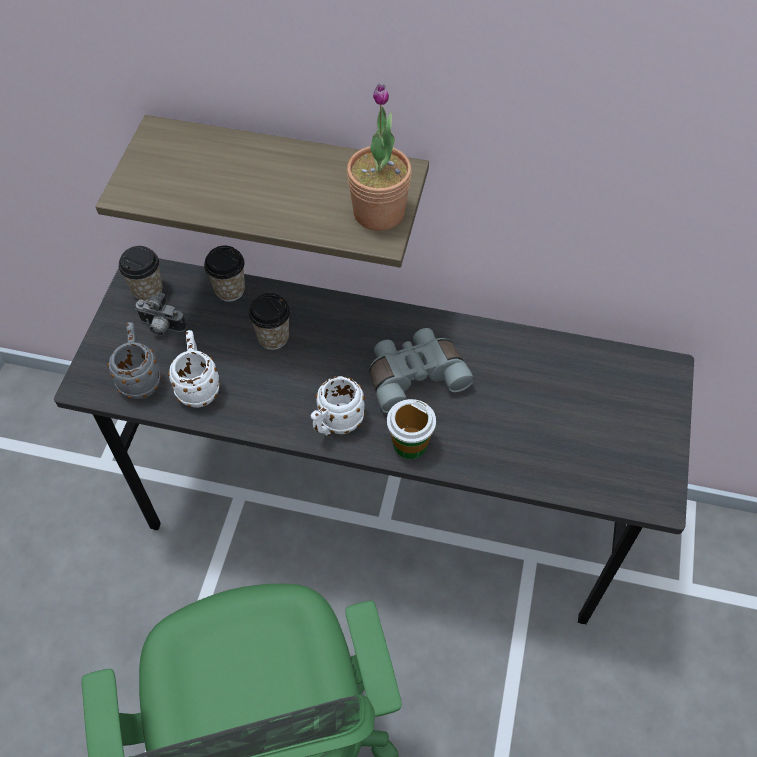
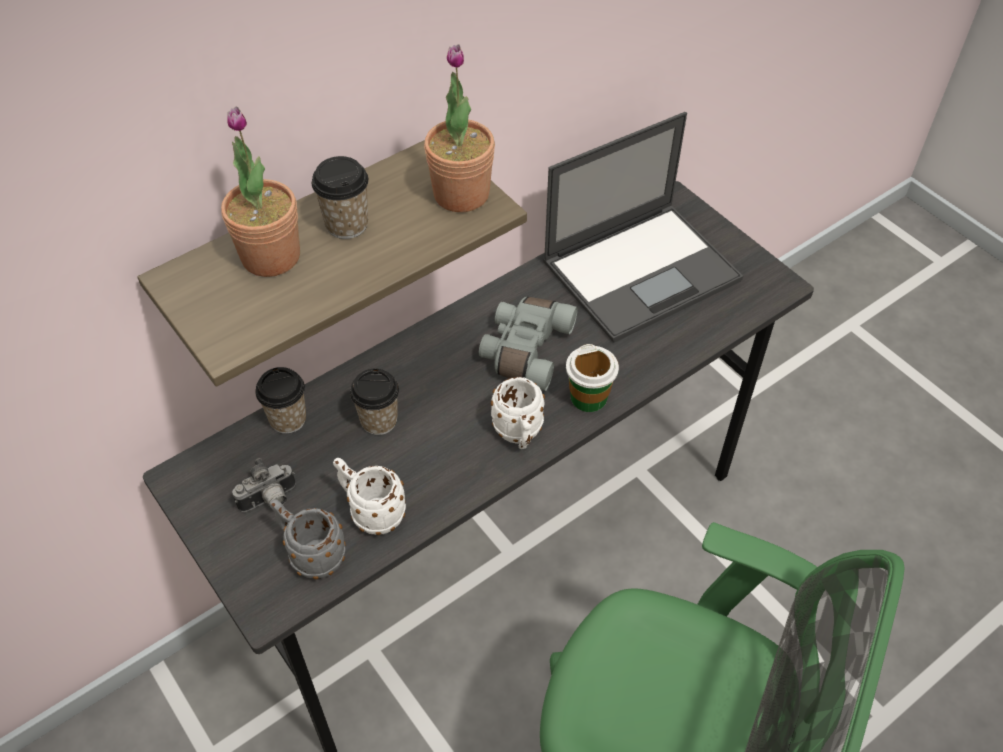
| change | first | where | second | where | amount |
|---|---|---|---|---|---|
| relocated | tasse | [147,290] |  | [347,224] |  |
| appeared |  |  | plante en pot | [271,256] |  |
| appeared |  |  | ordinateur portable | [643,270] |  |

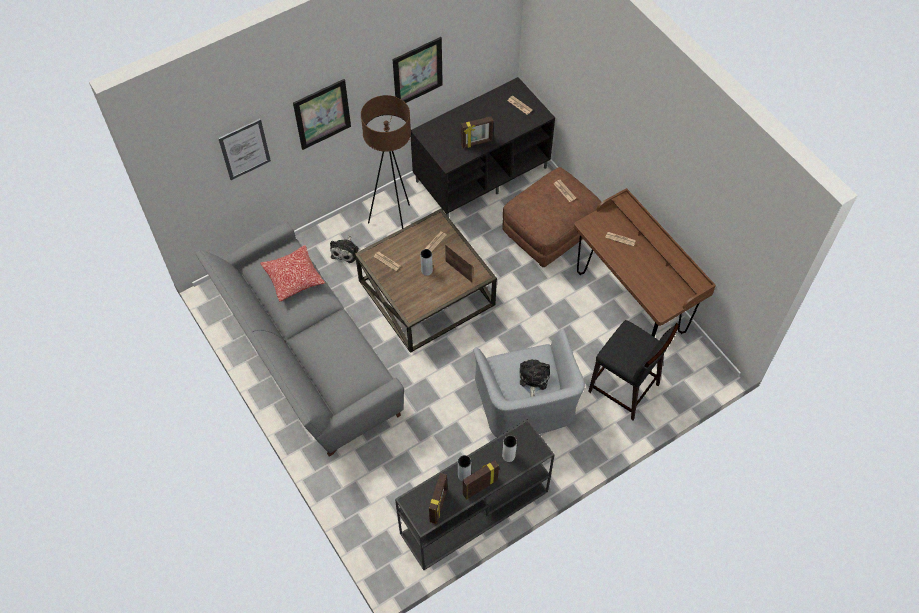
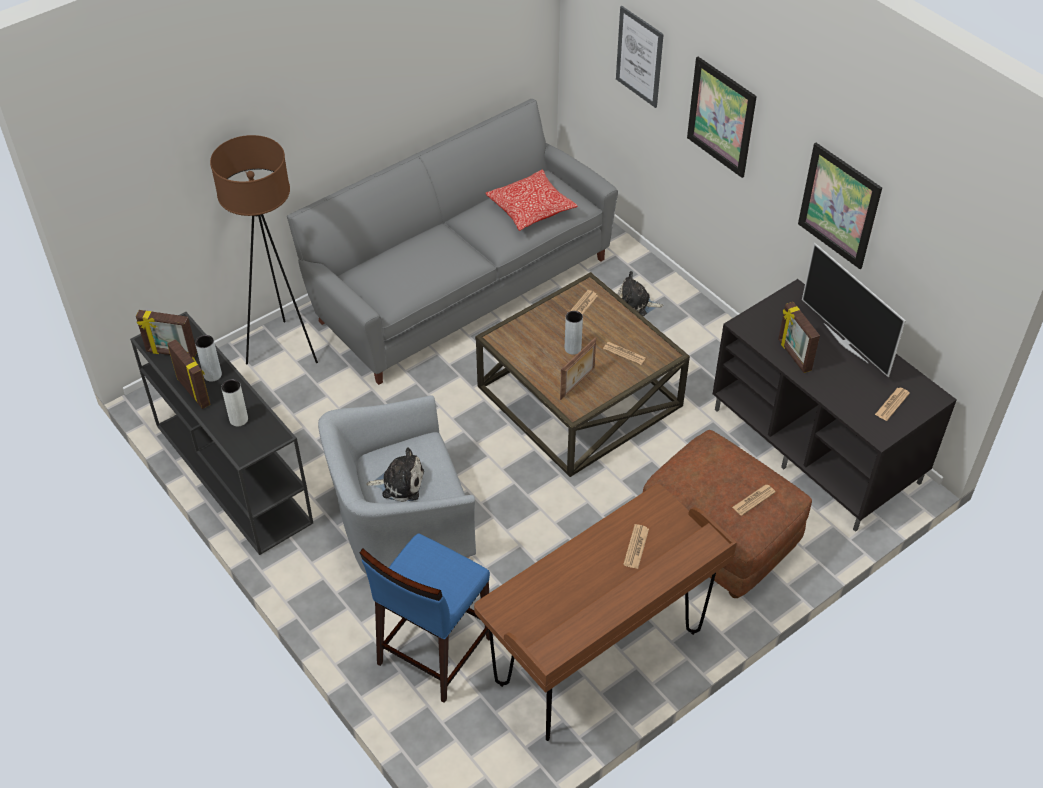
| change | first | where | second | where | amount |
|---|---|---|---|---|---|
| relocated | lampadaire (marron) | [394,223] |  | [283,349] |  |
| colour | tabouret (noir) | [624,389] | tabouret (bleu) | [433,651] |  |
| appeared |  |  | téléviseur | [846,342] |  |

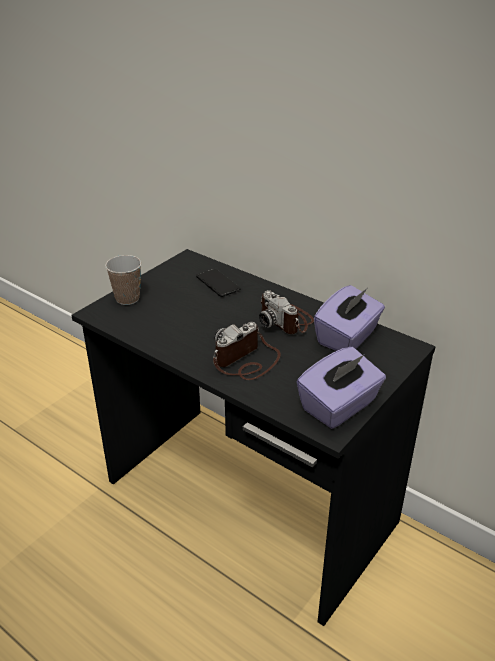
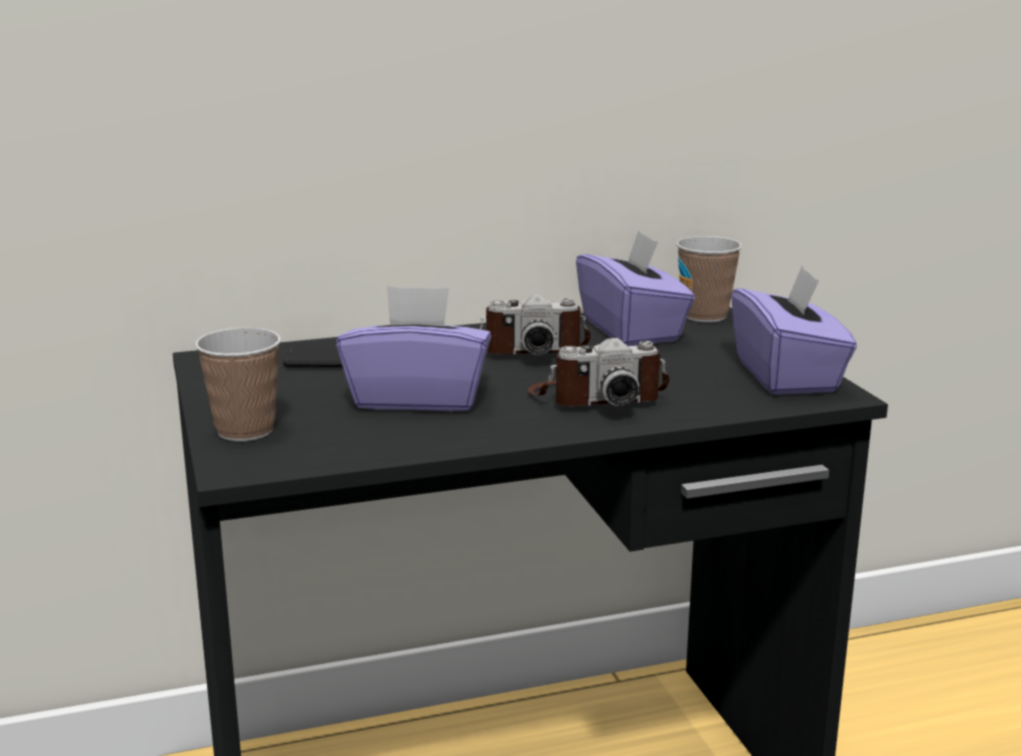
| change | first | where | second | where | amount |
|---|---|---|---|---|---|
| spun | appareil photo | [246,361] |  | [598,397] | 90 degrees counterclockwise |
| appeared |  |  | boîte à mouchoirs (violet) | [418,398] |  |
| appeared |  |  | tasse | [705,316] |  |

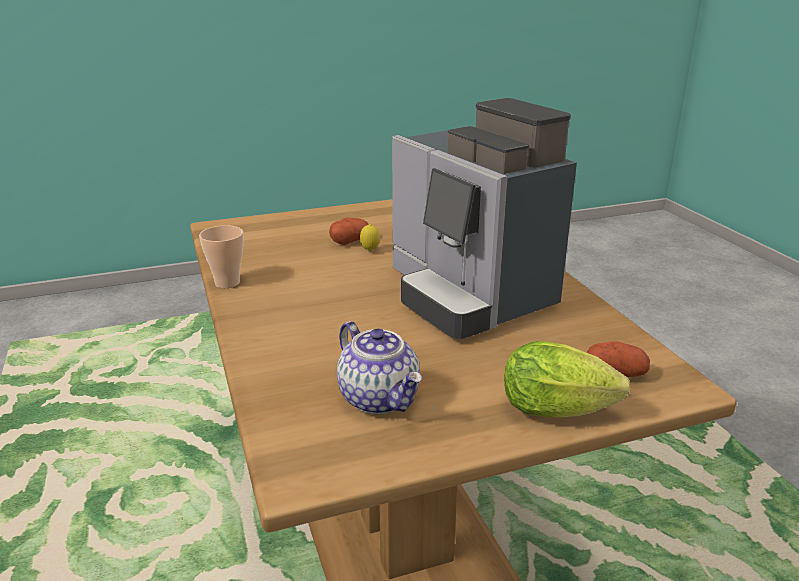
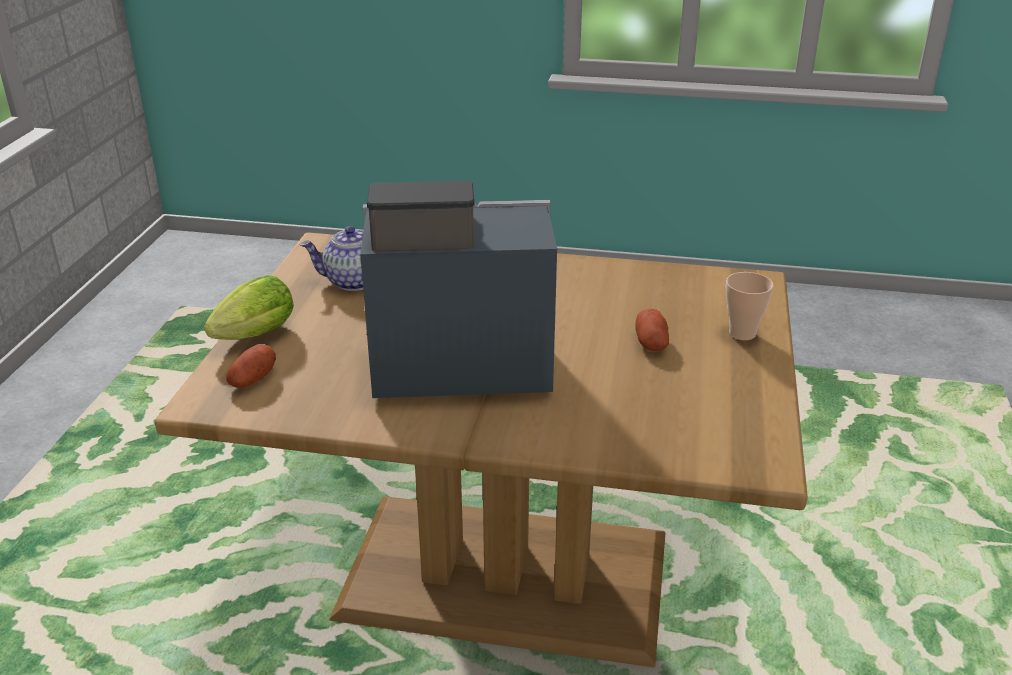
| change | first | where | second | where | amount |
|---|---|---|---|---|---|
| relocated | tasse | [227,283] |  | [742,333] |  |
| missing | citron | [370,251] |  |  |  |

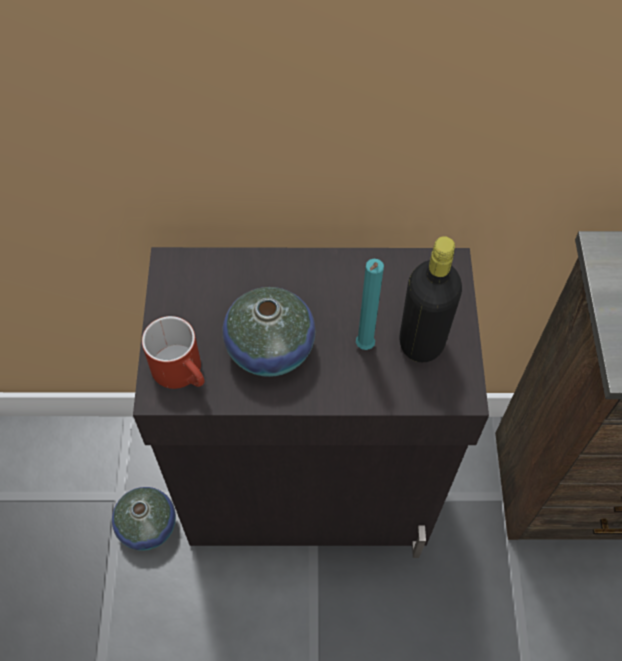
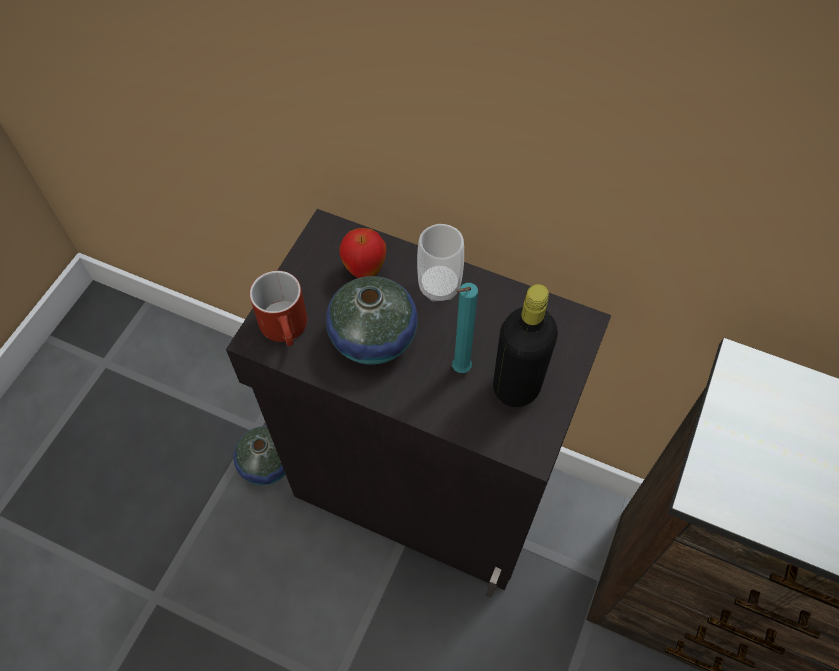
| change | first | where | second | where | amount |
|---|---|---|---|---|---|
| appeared |  |  | pomme | [364,270] |  |
| appeared |  |  | tasse | [439,286] |  |

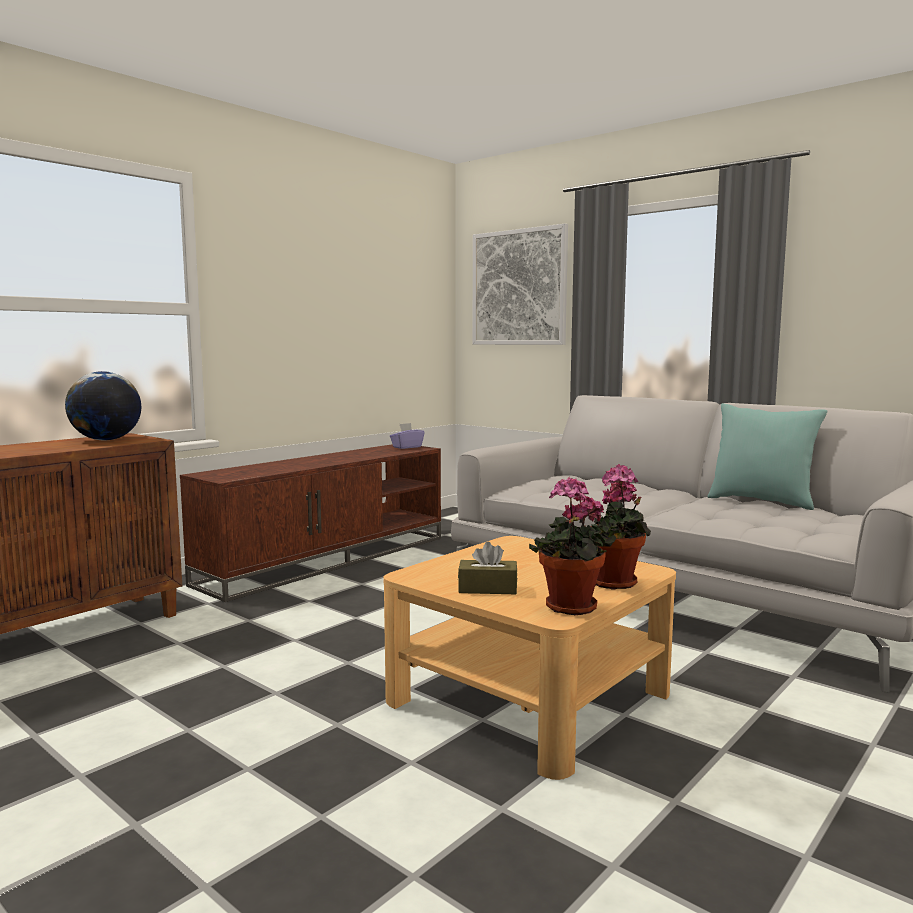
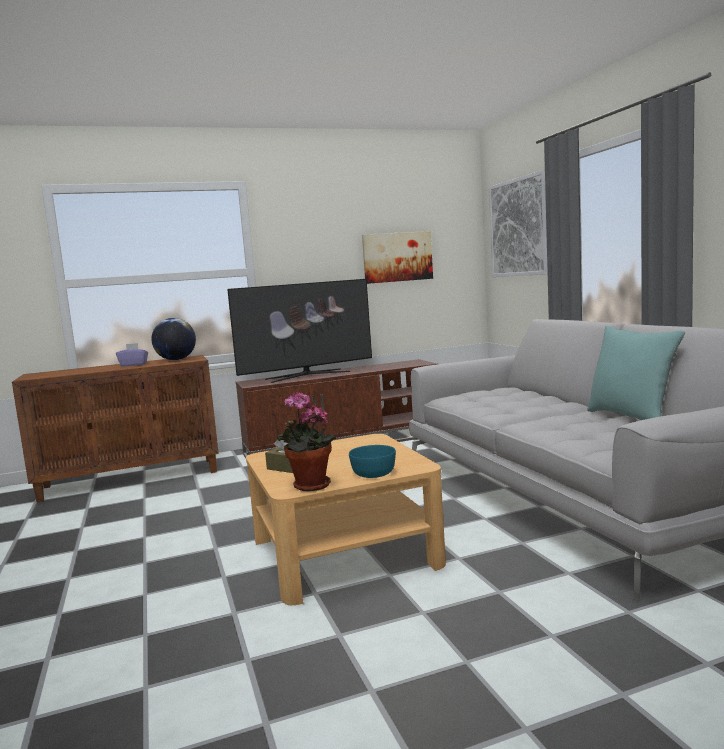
| change | first | where | second | where | amount |
|---|---|---|---|---|---|
| relocated | boîte à mouchoirs (violet) | [407,447] |  | [134,365] |  |
| exchanged | plante en pot | [615,584] | bol (turquoise) | [373,474] |  |
| appeared |  |  | téléviseur | [307,375] |  |
| appeared |  |  | tableau | [397,257] |  |

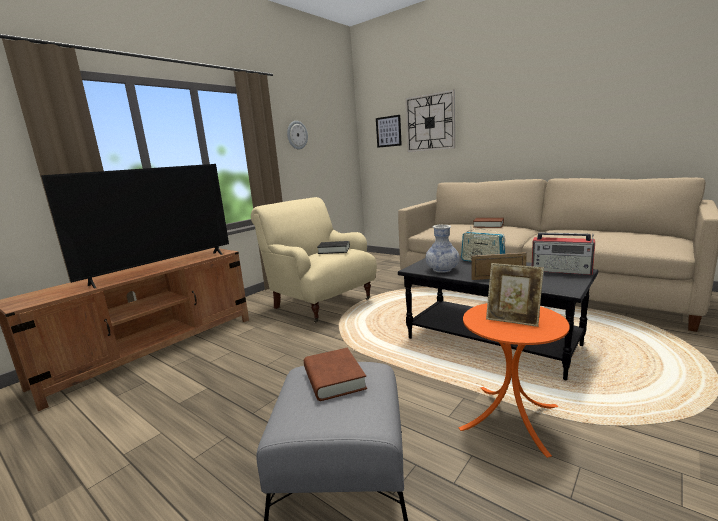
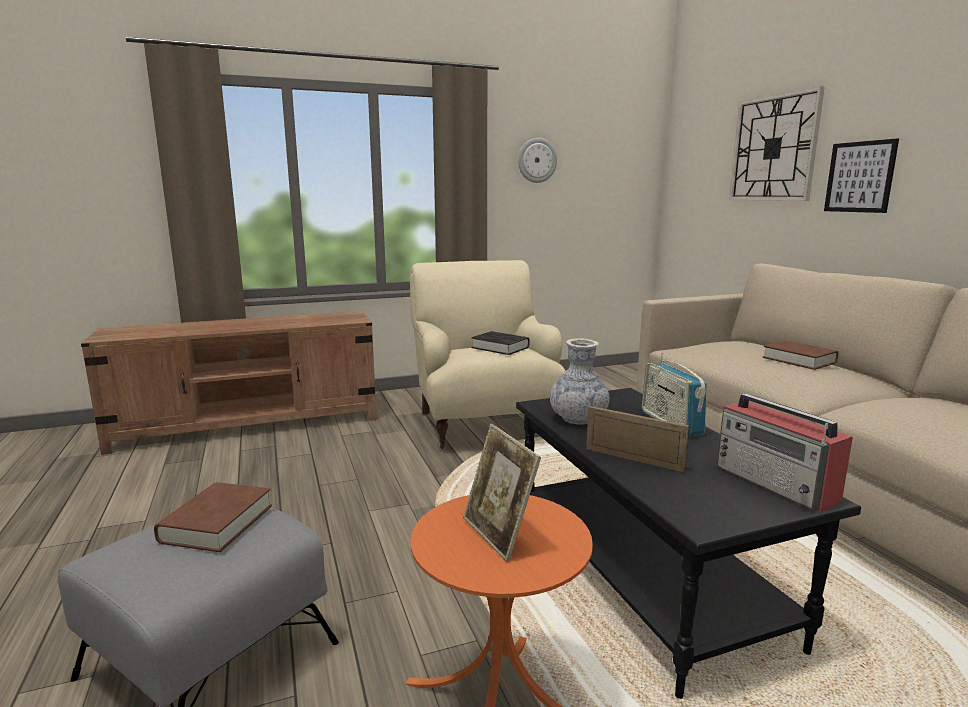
| change | first | where | second | where | amount |
|---|---|---|---|---|---|
| missing | téléviseur | [162,268] |  |  |  |
| relocated | tableau | [388,131] |  | [860,177] |  |

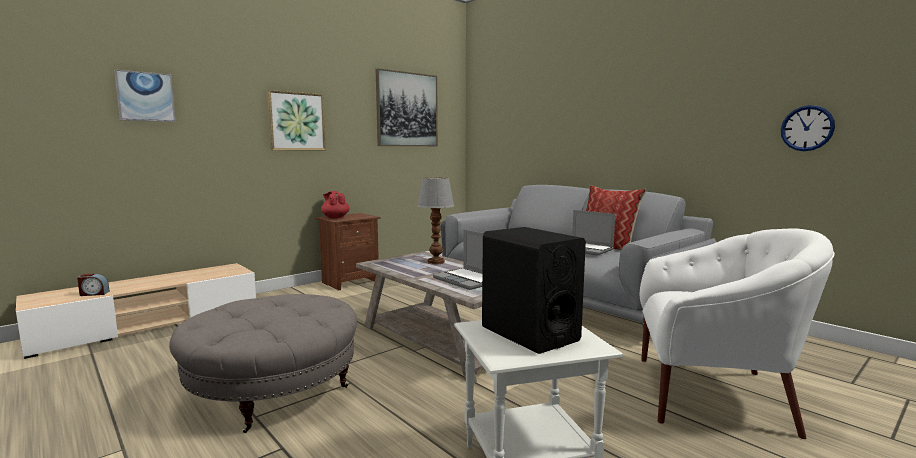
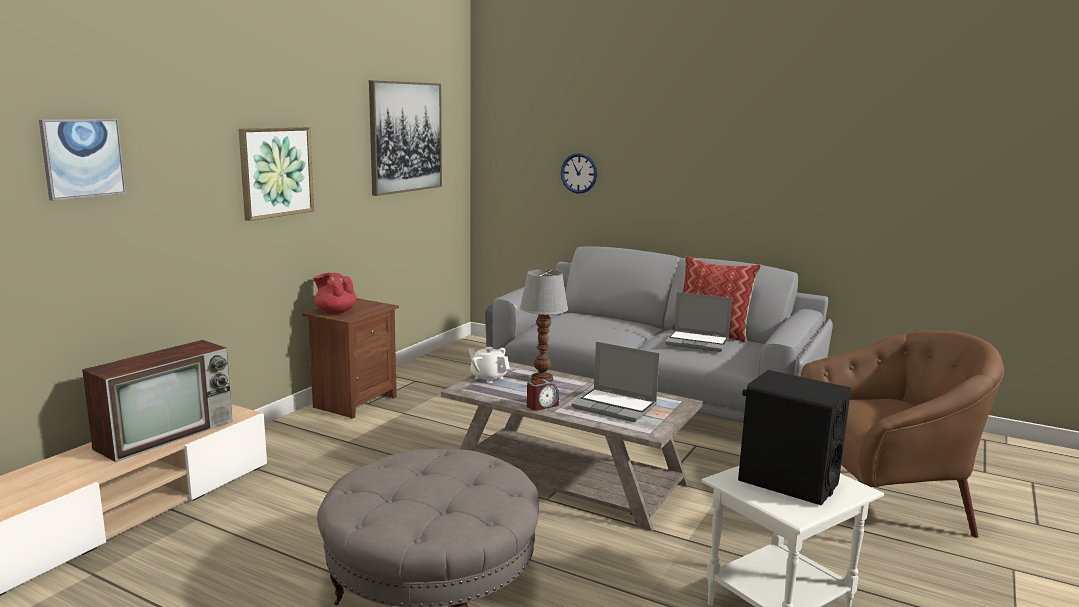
| change | first | where | second | where | amount |
|---|---|---|---|---|---|
| relocated | réveil | [94,294] |  | [542,406] |  |
| colour | fauteuil (blanc) | [713,394] | fauteuil (marron) | [882,504] |  |
| relocated | horloge murale | [807,128] |  | [579,173] |  |
| appeared |  |  | téléviseur | [167,434] |  |
| appeared |  |  | théière (blanc) | [488,377] |  |

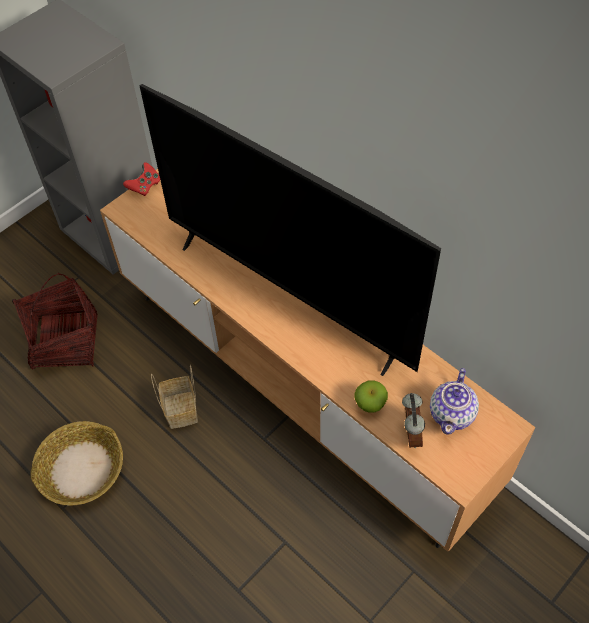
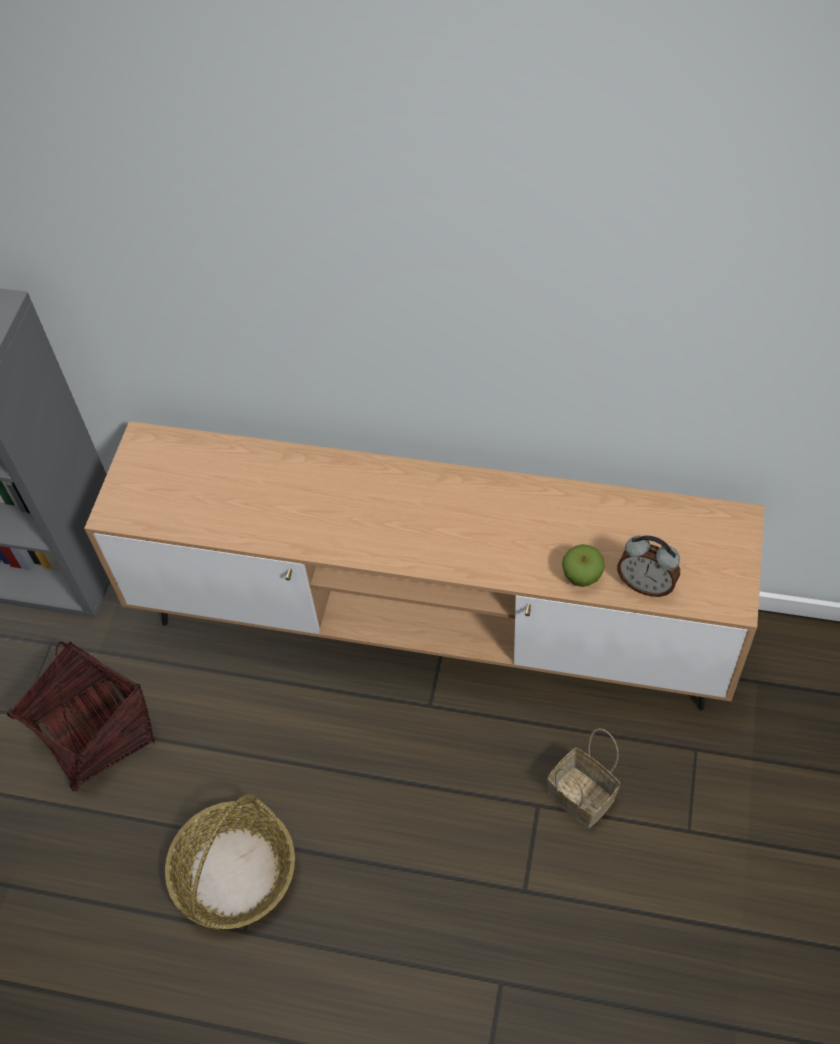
| change | first | where | second | where | amount |
|---|---|---|---|---|---|
| missing | manette (rouge) | [144,186] |  |  |  |
| missing | téléviseur | [288,297] |  |  |  |
| relocated | panier | [182,411] |  | [583,797] |  |
| spun | réveil | [409,434] |  | [646,584] | 150 degrees clockwise |
| missing | théière | [452,413] |  |  |  |

